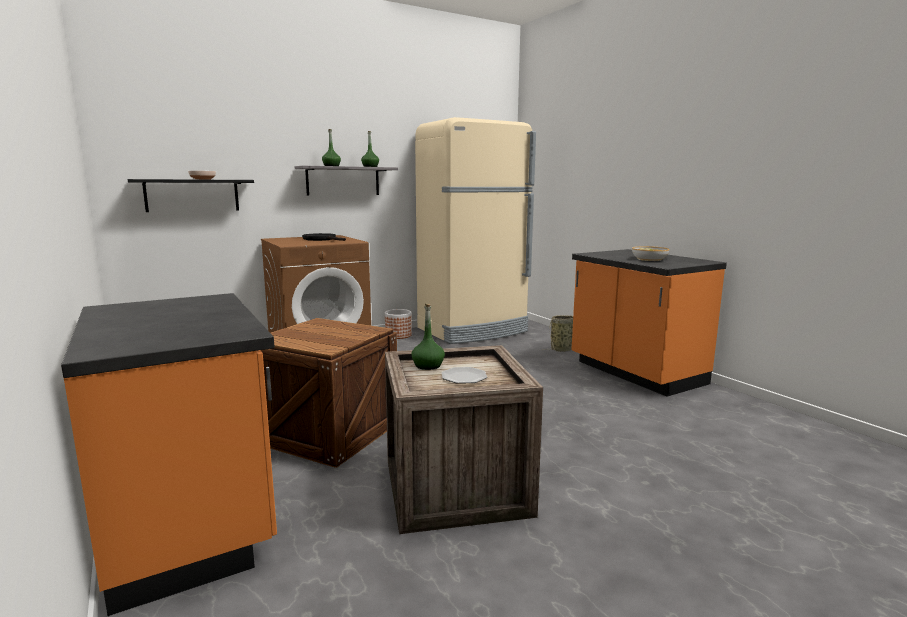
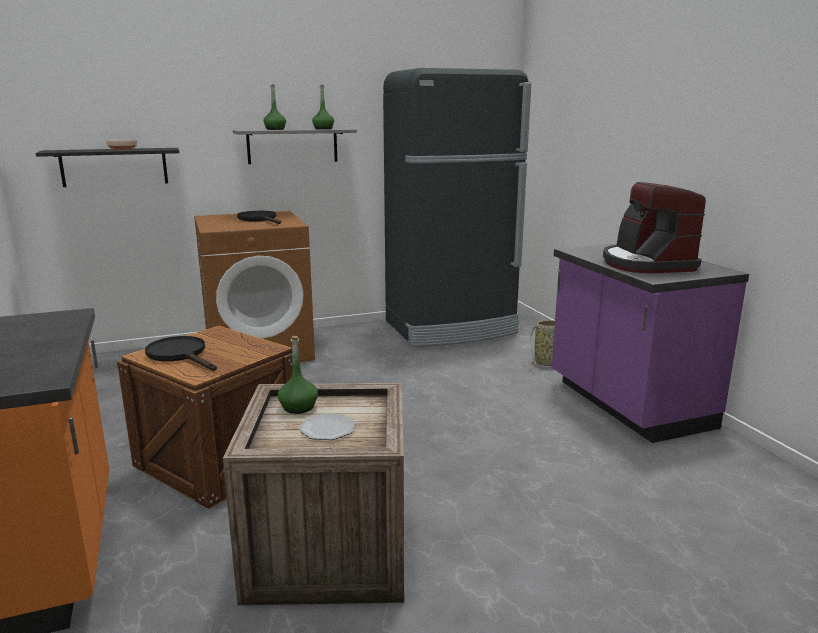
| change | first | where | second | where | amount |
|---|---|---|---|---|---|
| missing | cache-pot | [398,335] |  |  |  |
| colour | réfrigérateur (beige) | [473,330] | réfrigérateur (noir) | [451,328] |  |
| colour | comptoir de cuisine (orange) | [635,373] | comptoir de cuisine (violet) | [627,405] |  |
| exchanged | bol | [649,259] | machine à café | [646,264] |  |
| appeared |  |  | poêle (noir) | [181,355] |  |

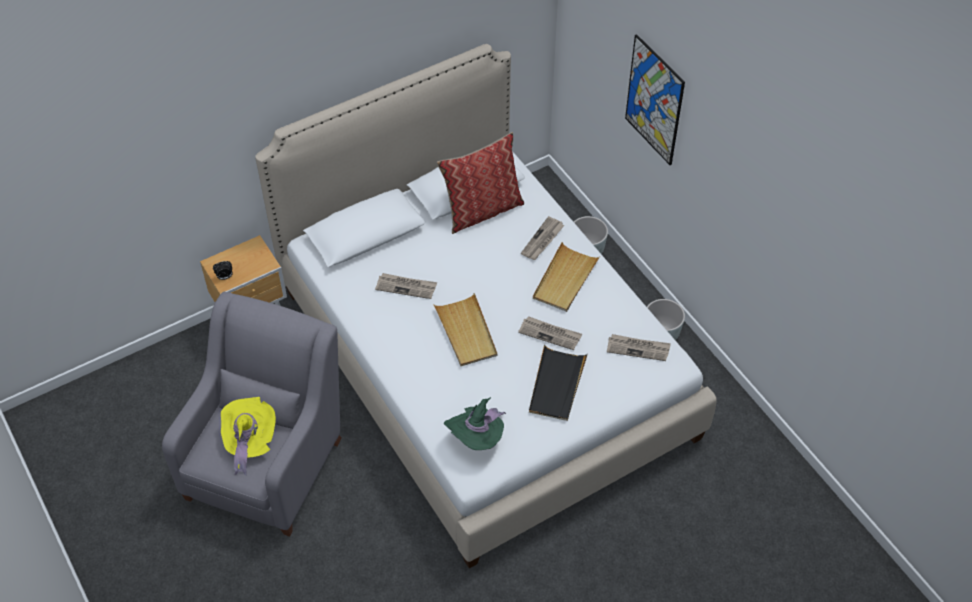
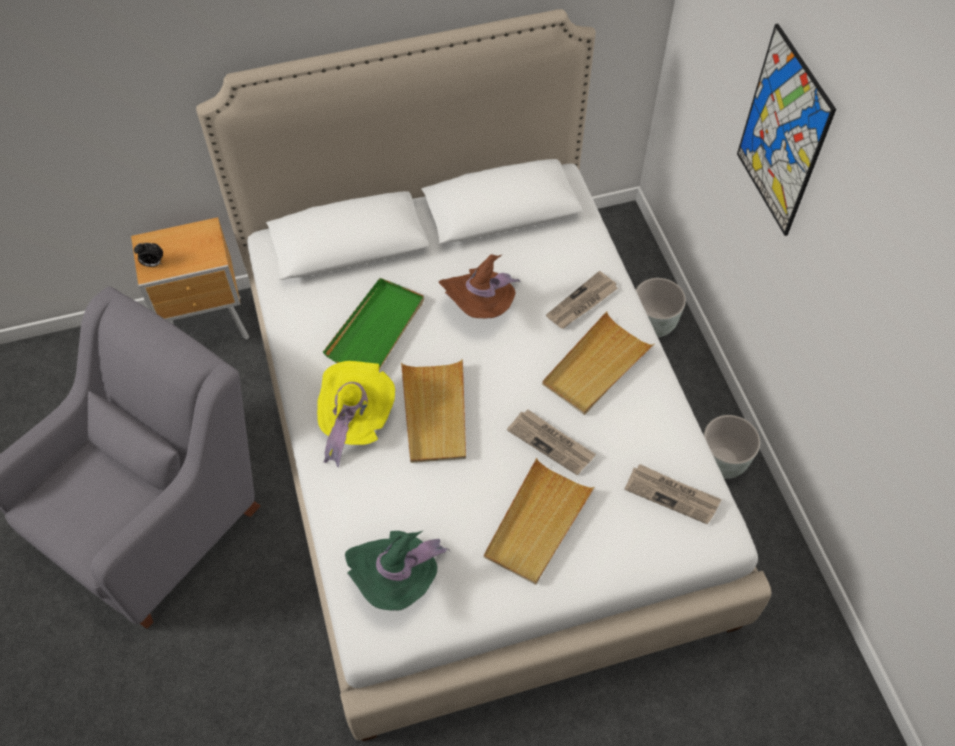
| change | first | where | second | where | amount |
|---|---|---|---|---|---|
| relocated | chapeau (jaune) | [249,441] |  | [354,420] |  |
| exchanged | journal | [406,287] | plateau (vert) | [377,329] |  |
| missing | coussin | [482,210] |  |  |  |
| colour | plateau (noir) | [556,385] | plateau (beige) | [537,524] |  |
| appeared |  |  | chapeau (marron) | [481,307] |  |

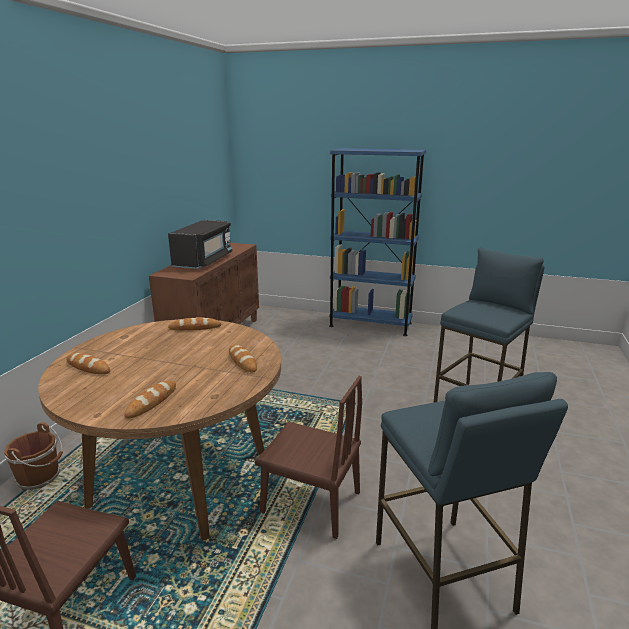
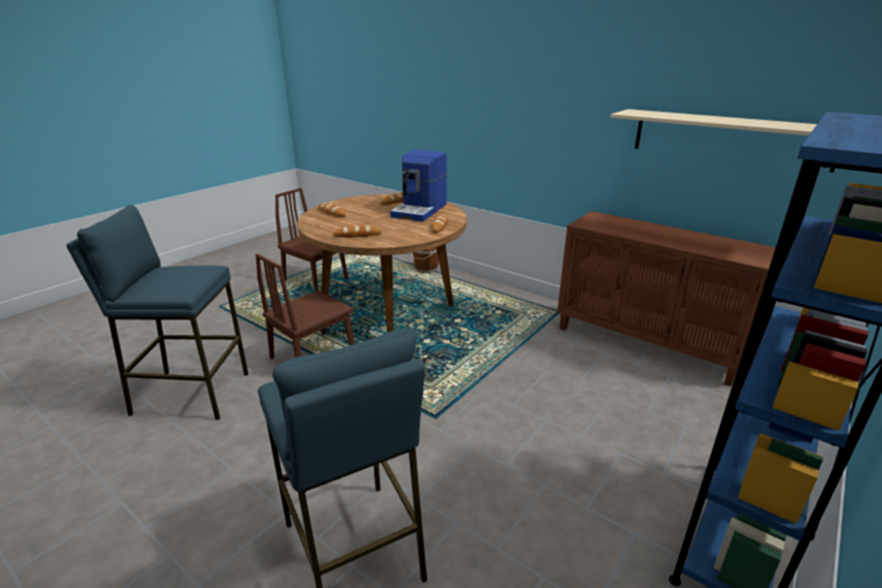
| change | first | where | second | where | amount |
|---|---|---|---|---|---|
| missing | micro-ondes (noir) | [204,261] |  |  |  |
| appeared |  |  | machine à café | [420,210] |  |
| appeared |  |  | étagère (beige) | [730,138] |  |

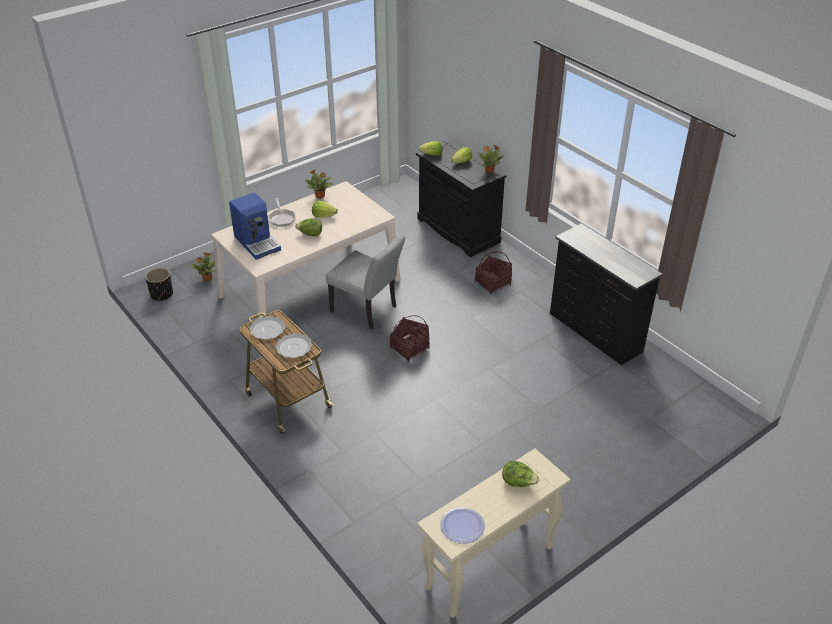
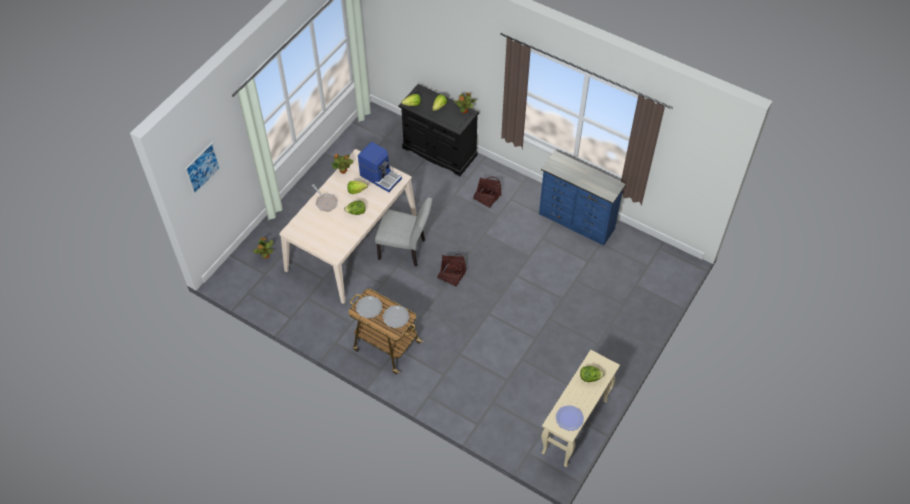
| change | first | where | second | where | amount |
|---|---|---|---|---|---|
| missing | cache-pot (noir) | [161,294] |  |  |  |
| relocated | machine à café | [257,242] |  | [380,176] |  |
| colour | commode (noir) | [594,333] | commode (bleu) | [576,222] |  |
| appeared |  |  | tableau | [202,168] |  |

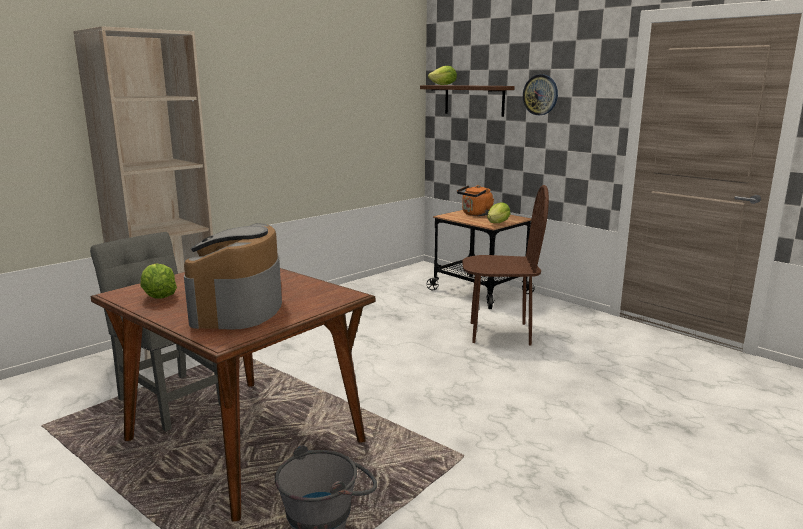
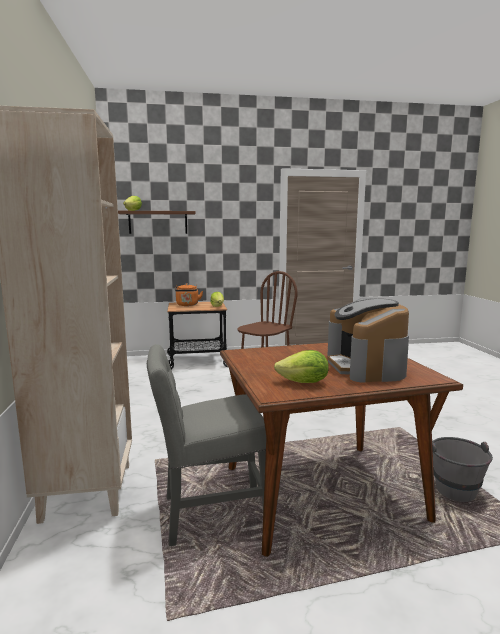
| change | first | where | second | where | amount |
|---|---|---|---|---|---|
| spun | machine à café | [238,309] |  | [366,366] | 45 degrees clockwise |
| missing | horloge murale | [540,95] |  |  |  |

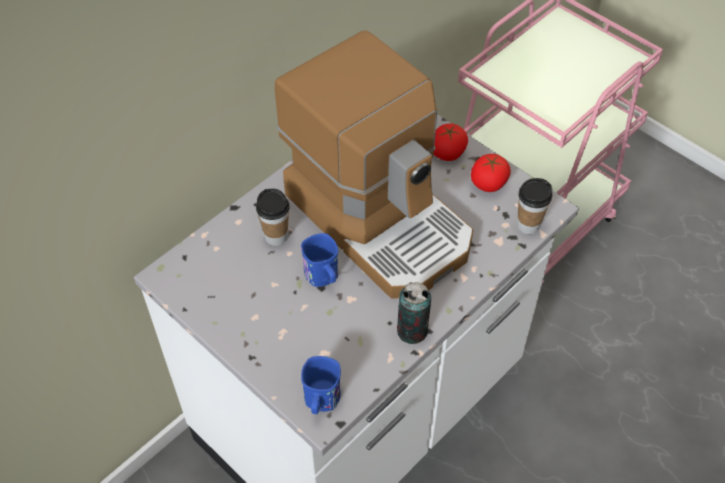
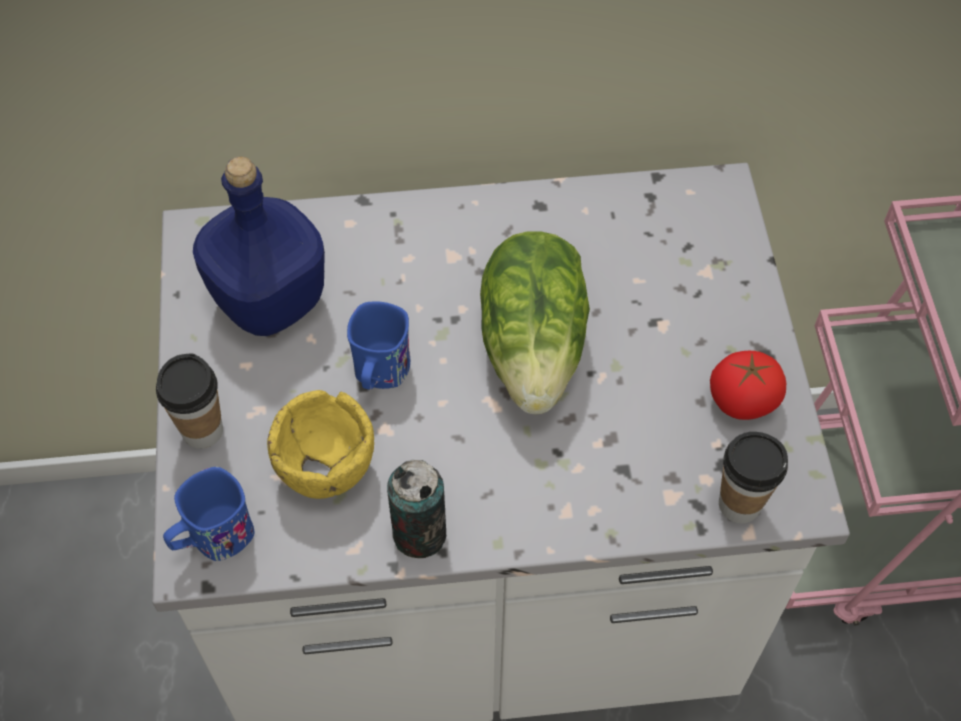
| change | first | where | second | where | amount |
|---|---|---|---|---|---|
| relocated | tasse | [276,236] |  | [202,431] |  |
| exchanged | machine à café | [381,219] | laitue | [535,346] |  |
| missing | tomate | [447,153] |  |  |  |
| appeared |  |  | bouteille (bleu) | [268,302] |  |
| appeared |  |  | bol (jaune) | [326,468] |  |

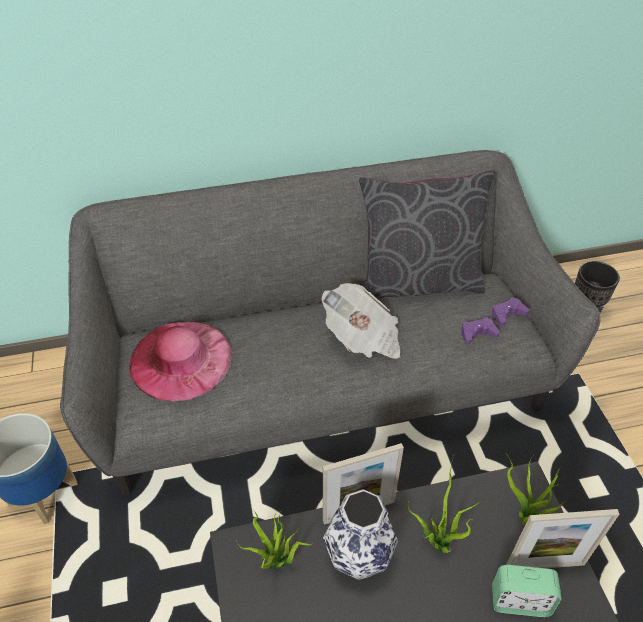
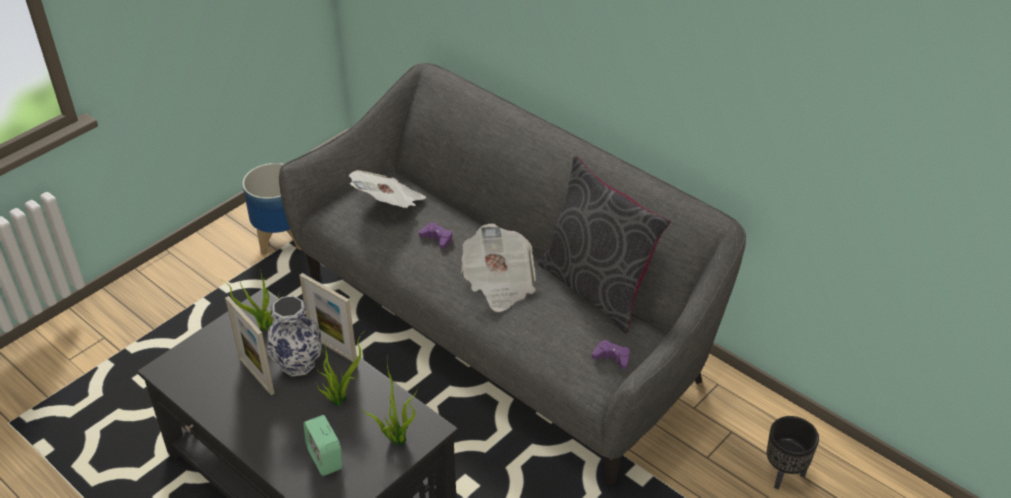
| change | first | where | second | where | amount |
|---|---|---|---|---|---|
| exchanged | chapeau (rose) | [181,359] | journal | [389,204] |  |
| relocated | manette (violet) | [477,333] |  | [437,238] |  |
| relocated | cadre photo | [544,565] |  | [256,376] |  |

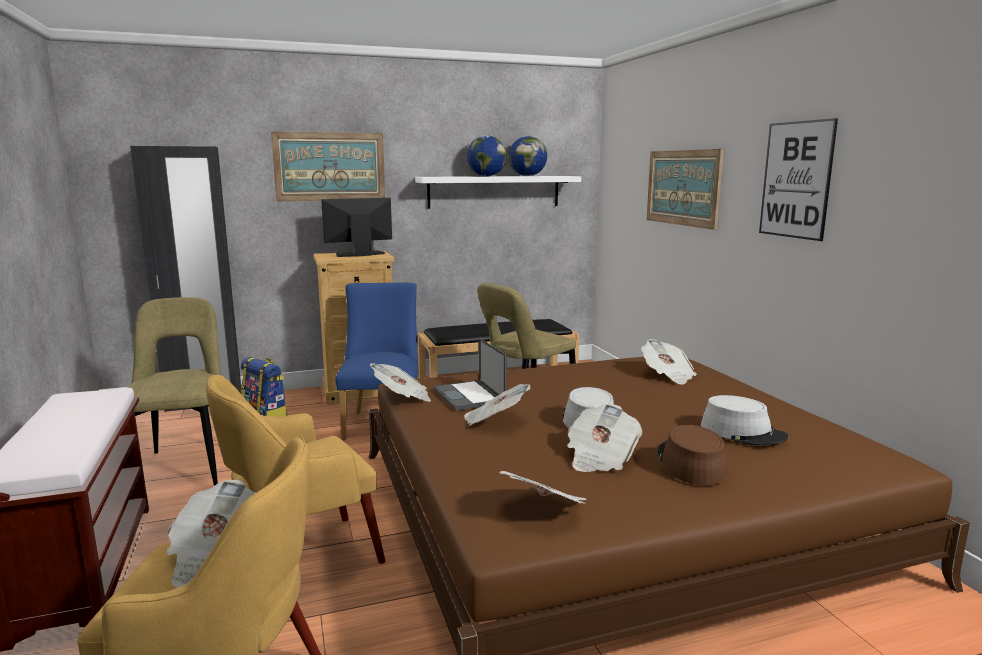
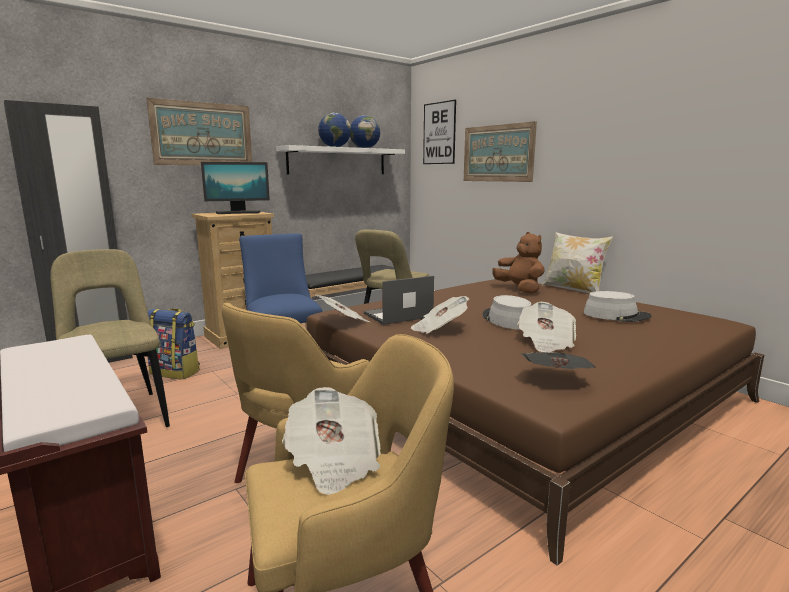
| change | first | where | second | where | amount |
|---|---|---|---|---|---|
| spun | écran d'ordinateur | [359,254] |  | [238,213] | 150 degrees counterclockwise |
| spun | ordinateur portable | [469,396] |  | [397,315] | 105 degrees clockwise |
| exchanged | journal | [668,376] | peluche (marron) | [520,289] |  |
| missing | chapeau (marron) | [690,463] |  |  |  |
| relocated | tableau | [796,180] |  | [439,133] |  |
| appeared |  |  | coussin | [573,289] |  |

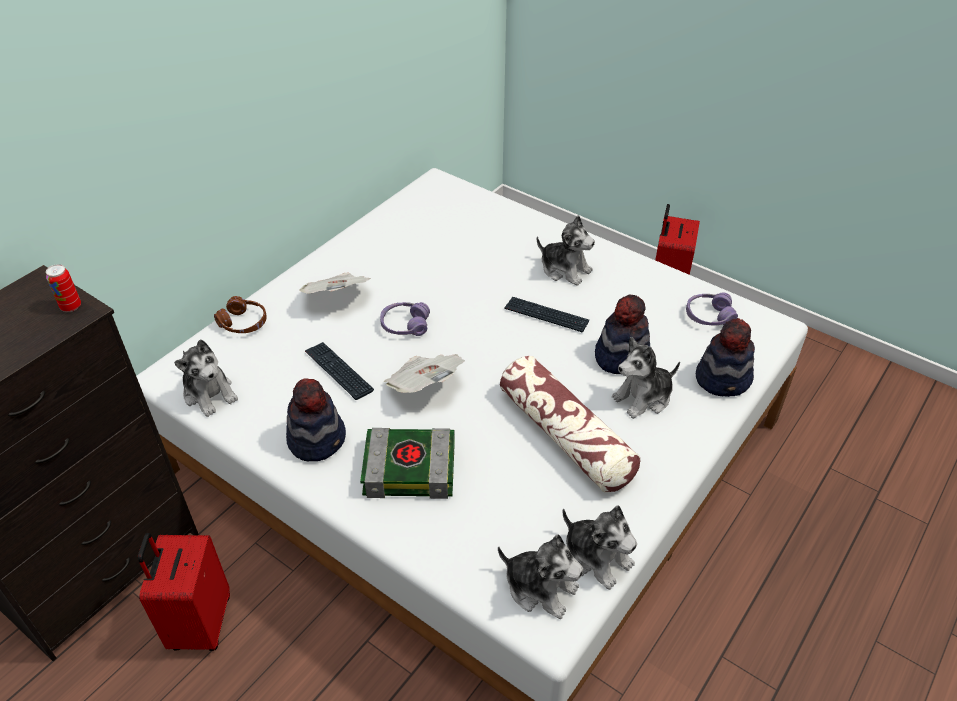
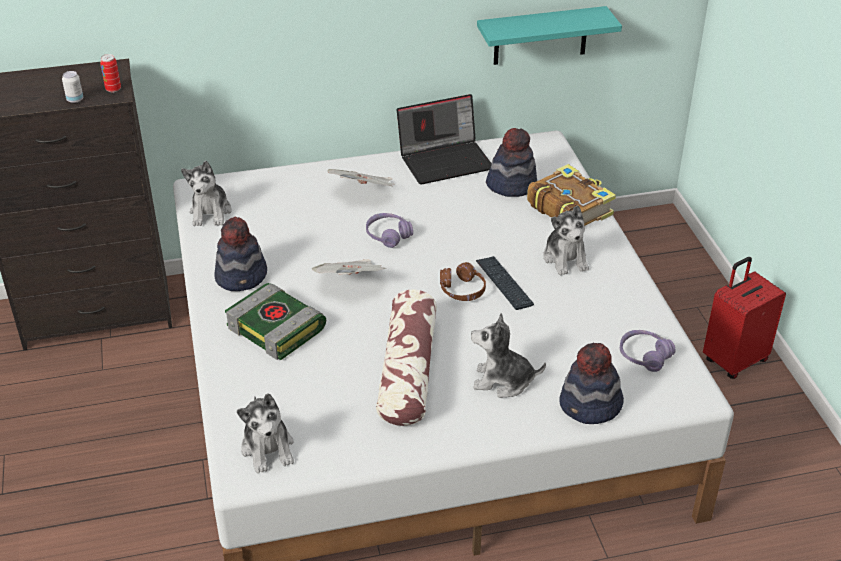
| change | first | where | second | where | amount |
|---|---|---|---|---|---|
| missing | valise (rouge) | [199,623] |  |  |  |
| relocated | casque audio (marron) | [243,323] |  | [462,290] |  |
| missing | clavier | [338,371] |  |  |  |
| missing | peluche | [596,557] |  |  |  |
| relocated | chapeau | [621,356] |  | [511,184] |  |
| appeared |  |  | boîte métallique | [75,100] |  |
| appeared |  |  | ordinateur portable | [446,160] |  |
| appeared |  |  | étagère (turquoise) | [540,36] |  |
| appeared |  |  | livre | [569,208] |  |

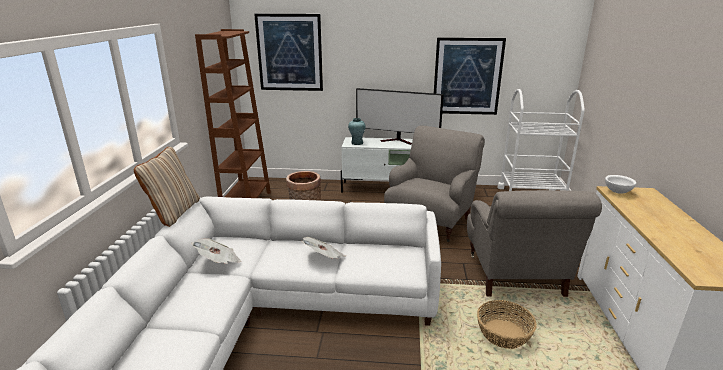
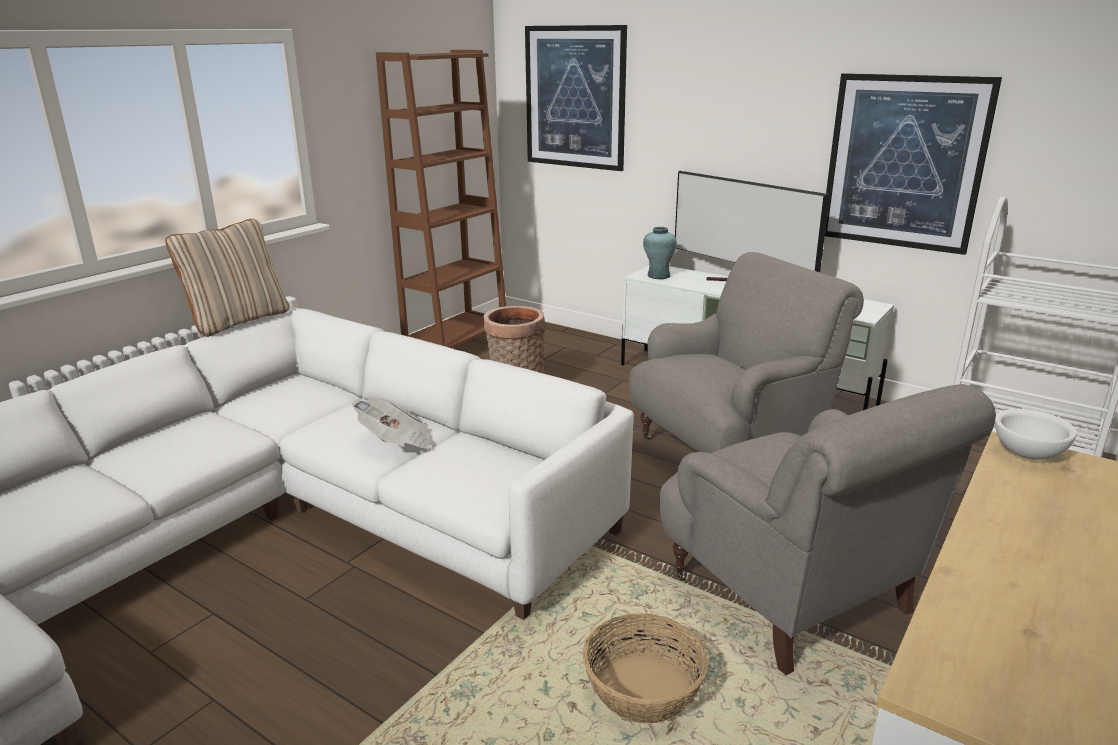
| change | first | where | second | where | amount |
|---|---|---|---|---|---|
| missing | journal | [219,261] |  |  |  |
| spun | fauteuil (gris) | [515,276] |  | [793,597] | 60 degrees counterclockwise |

